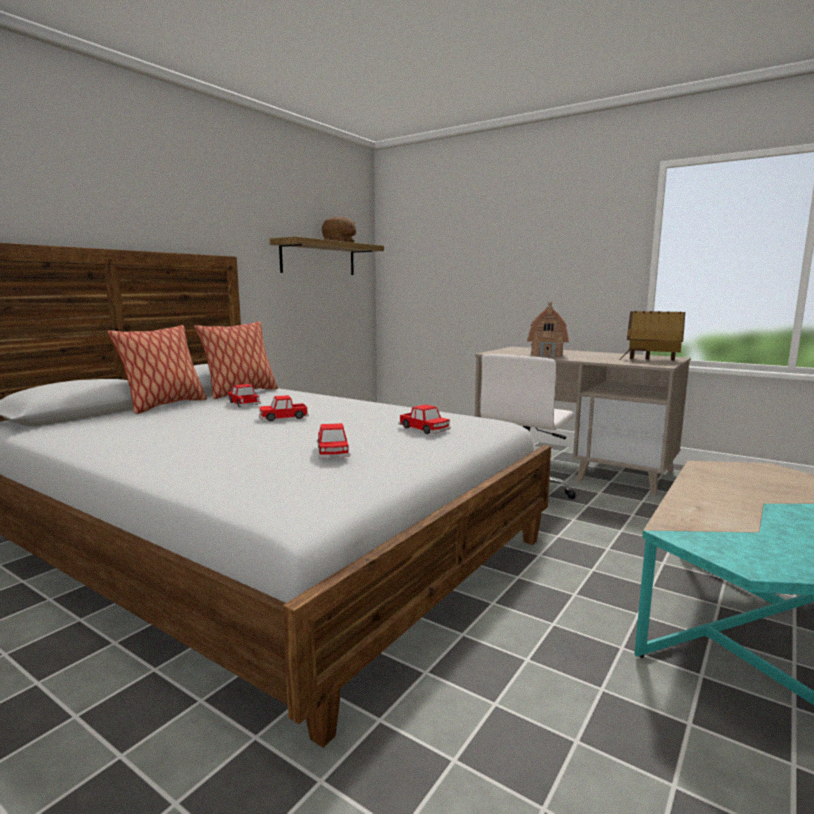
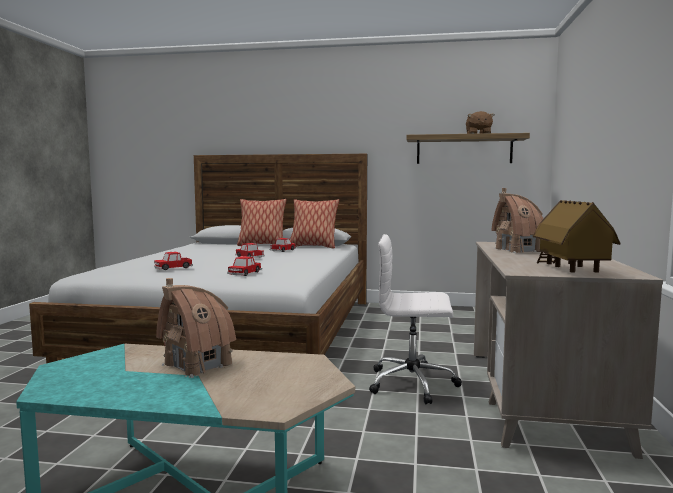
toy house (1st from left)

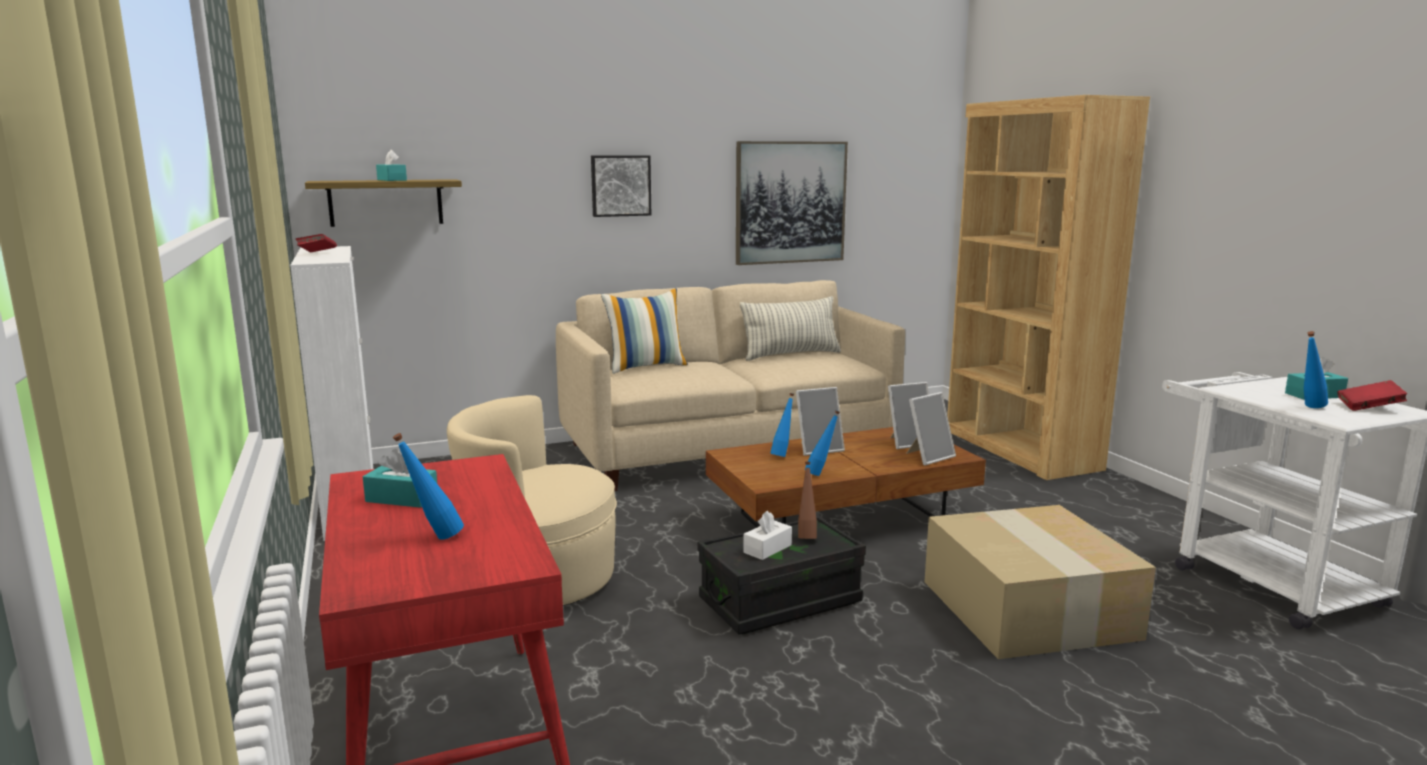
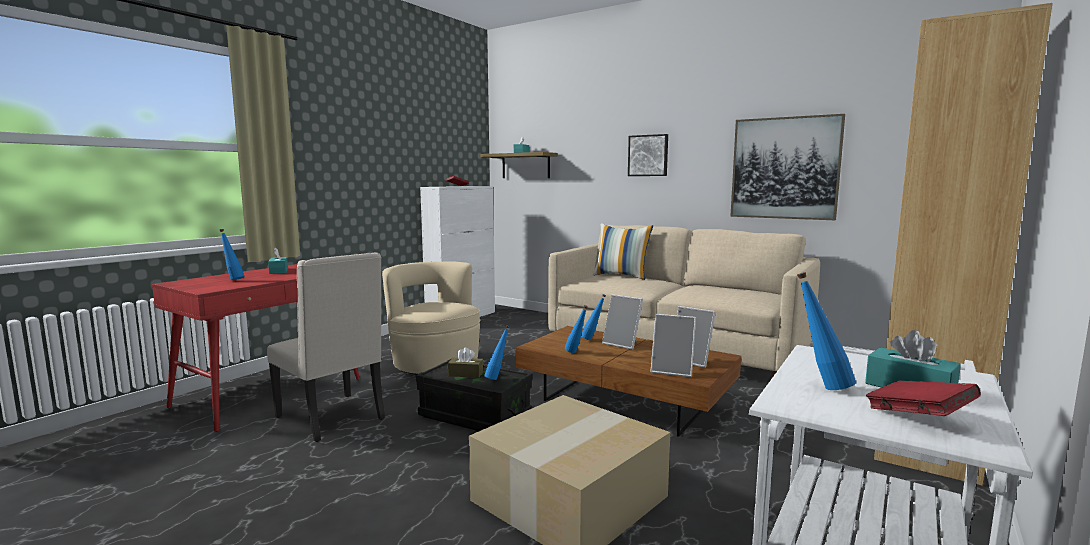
beige chair
brown tissue box
blue bottle (2nd from left)
pillow (2nd from left in the first image)

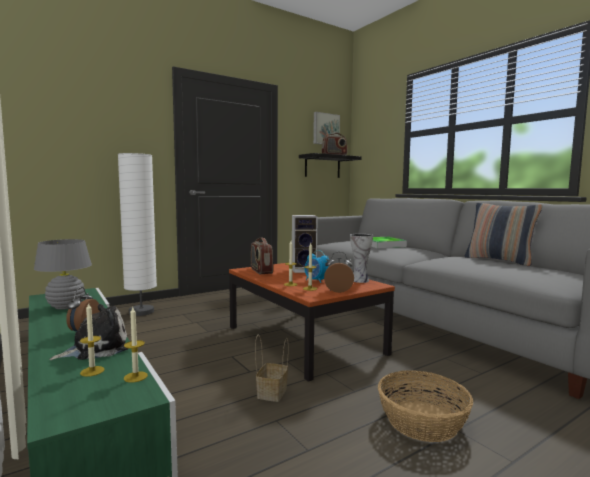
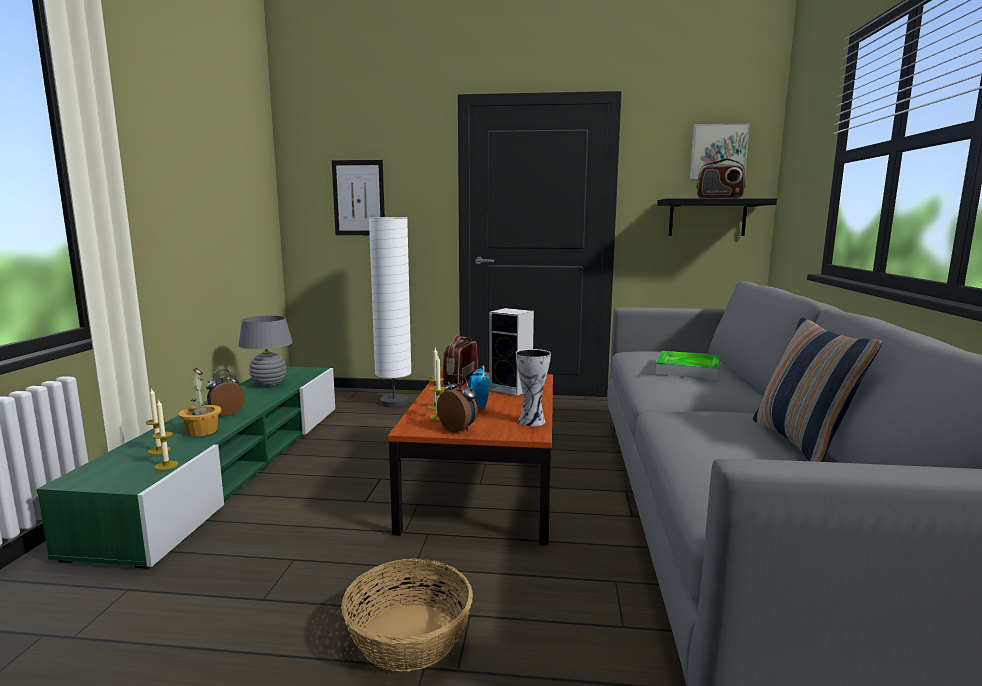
potted plant
picture (1st from left)
basket (1st from left in the first image)

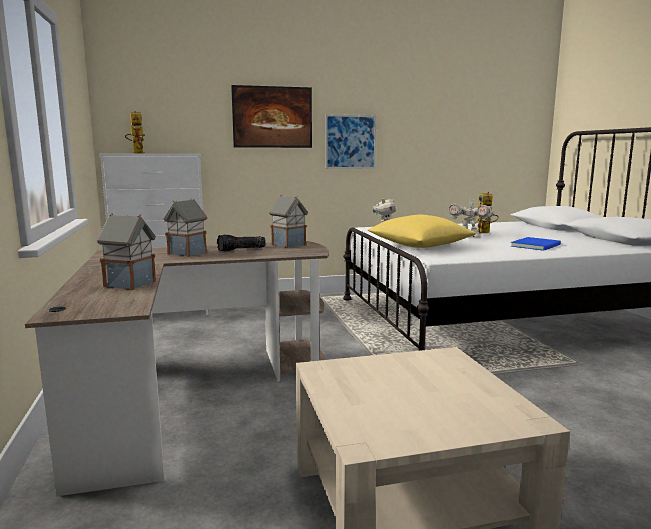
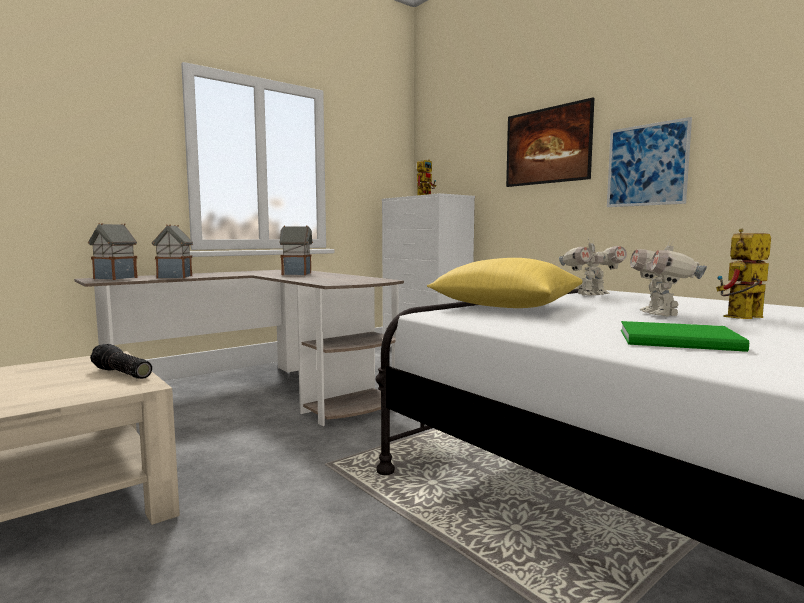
toy house (1st from left)
flashlight
green book

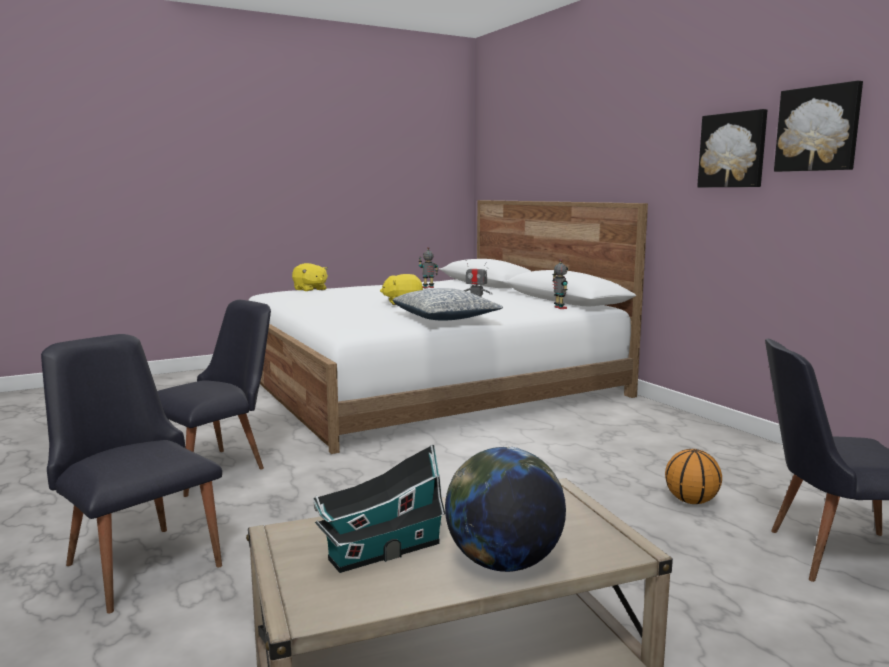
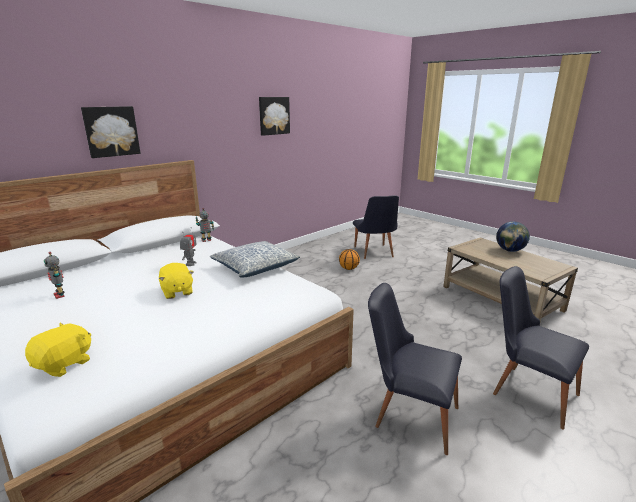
picture (1st from left)
black chair (3rd from left)
toy house

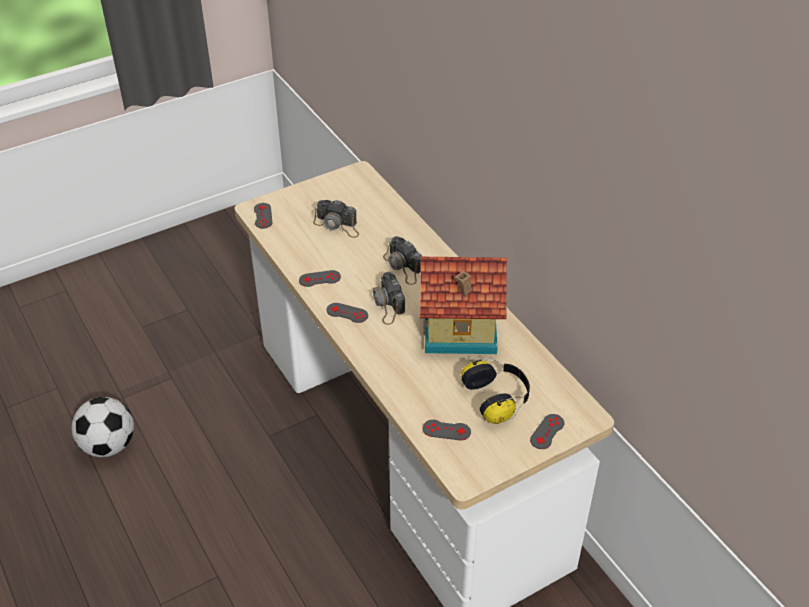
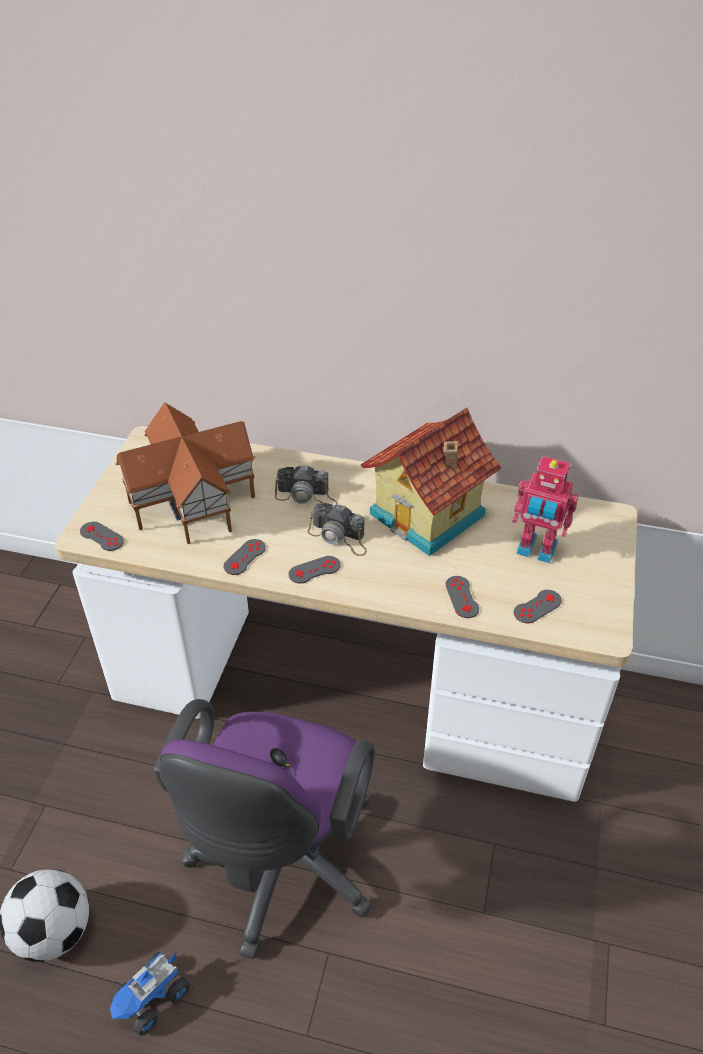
toy truck
toy house (1st from left)
purple office chair
grey game controller (4th from left)
toy robot

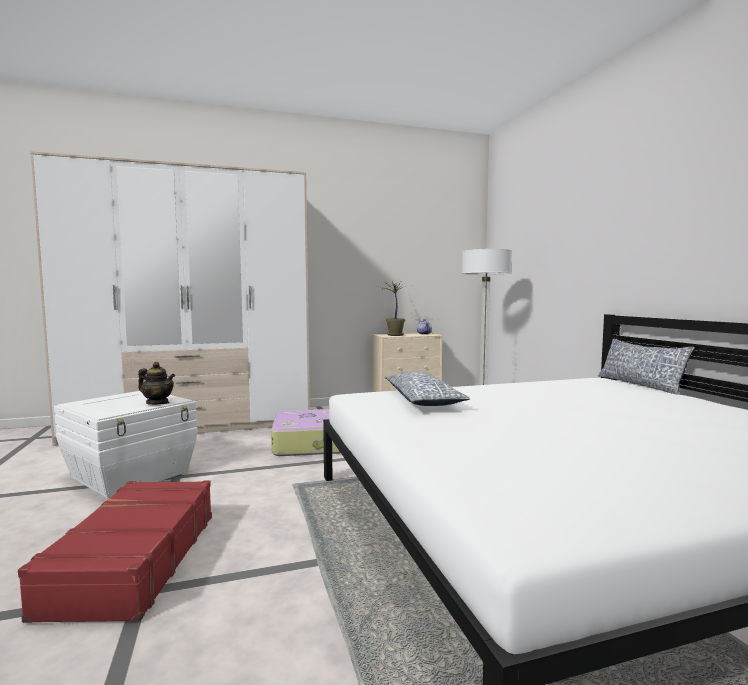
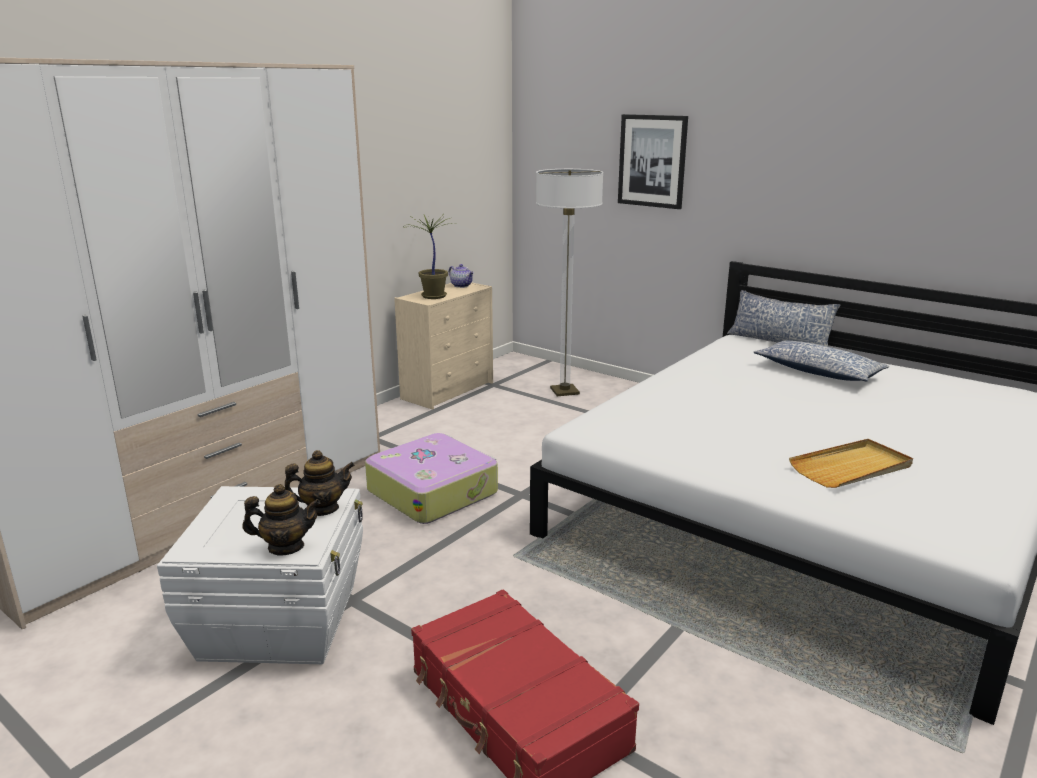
teapot (1st from left)
picture
pillow (2nd from left)
beige tray

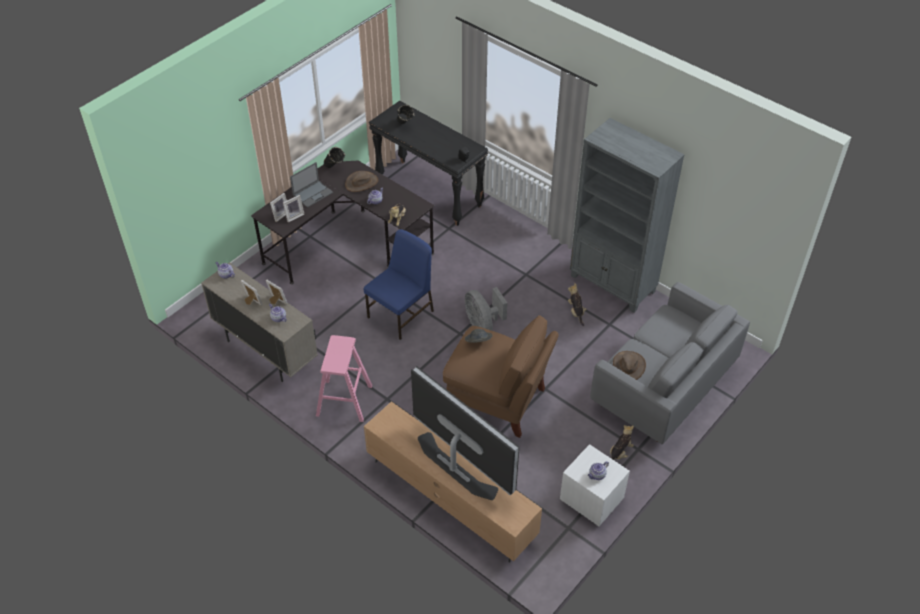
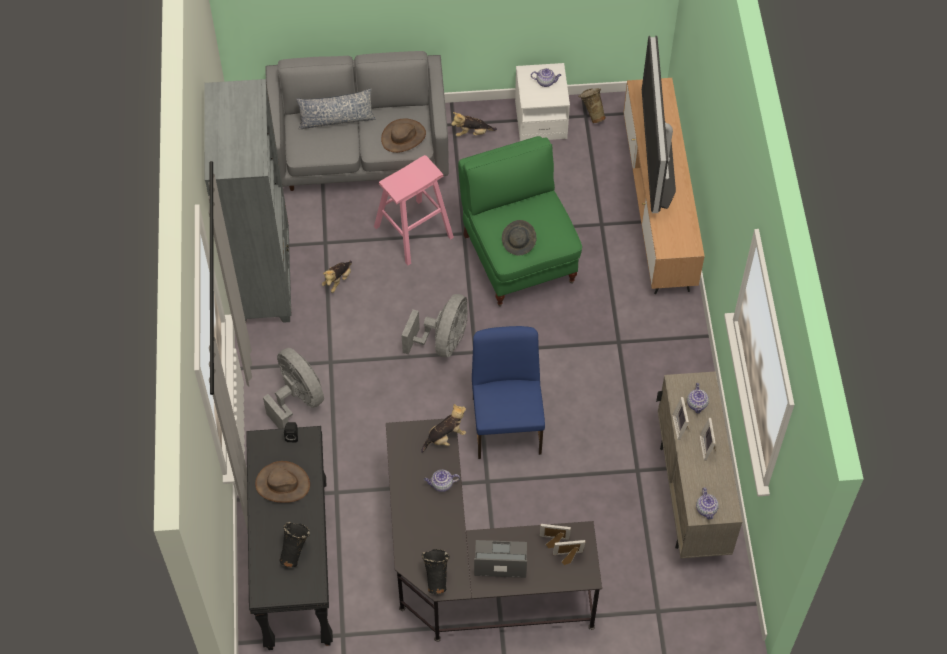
brown hat (1st from left)
grey fan (1st from left)
pillow
pink stool
green armchair
blue chair
beige vase

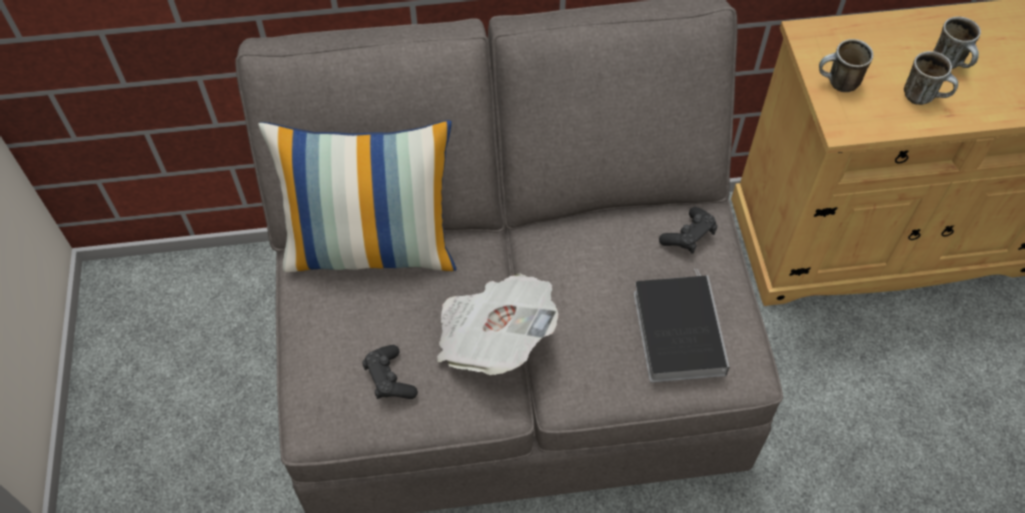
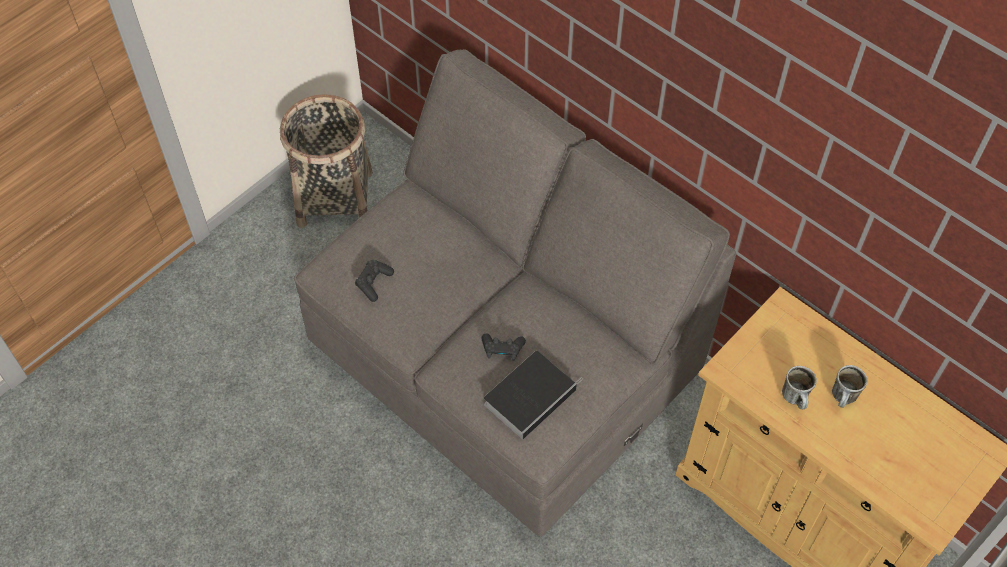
basket
black game controller (2nd from left)
pillow
newspaper
mug (1st from left in the first image)

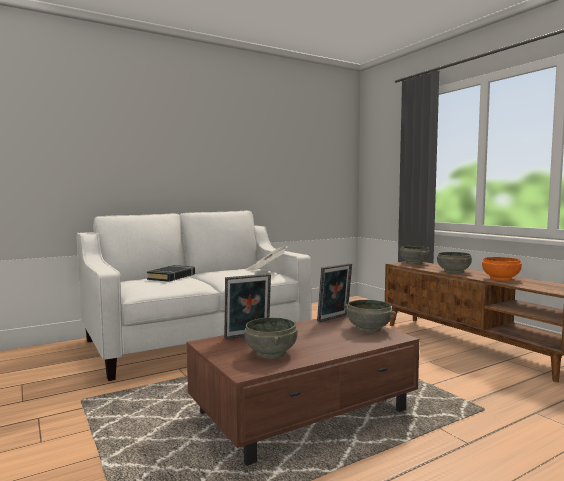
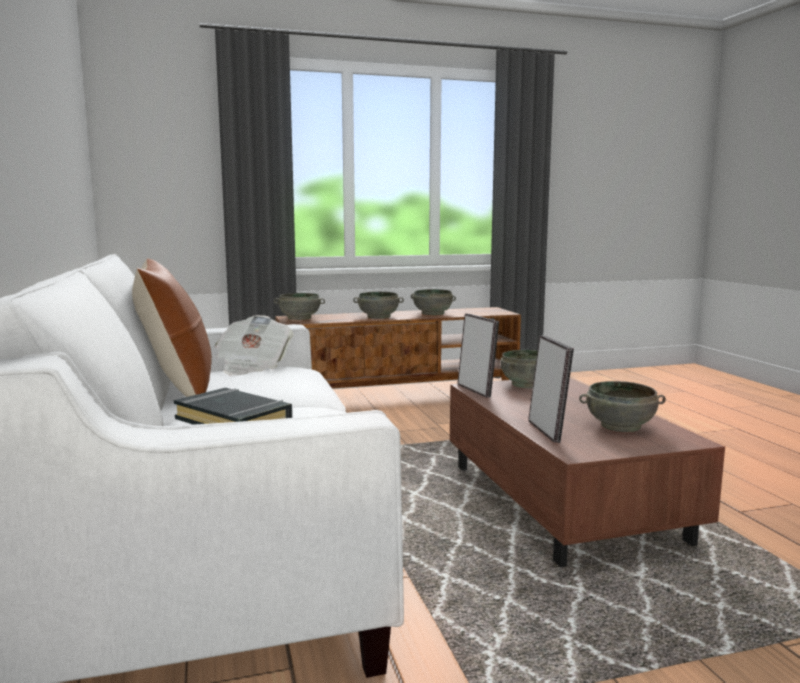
brown pillow
grey bowl (3rd from left)

